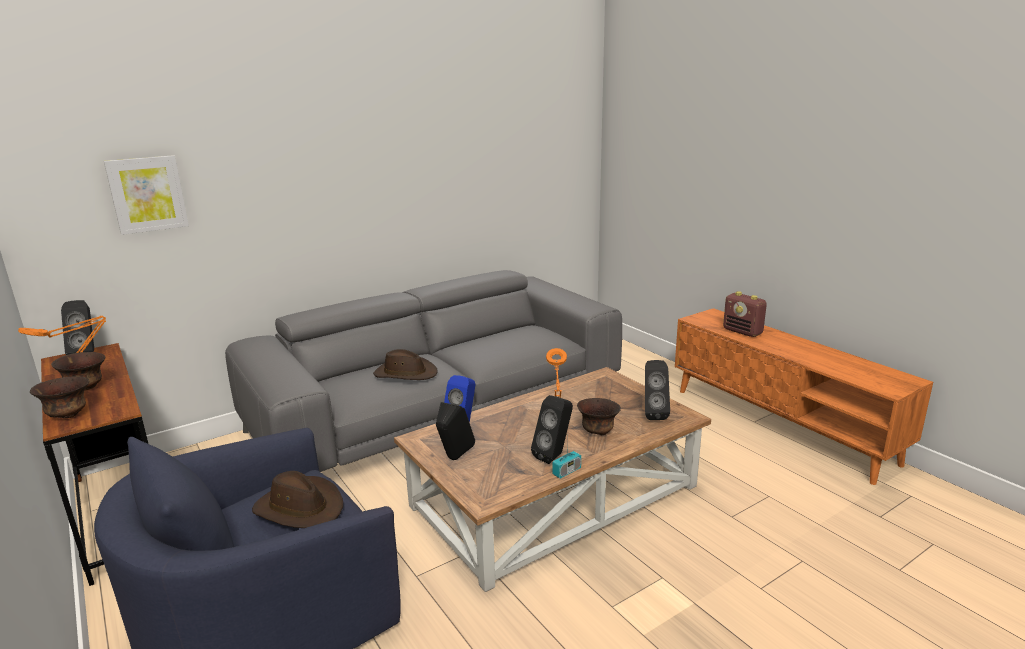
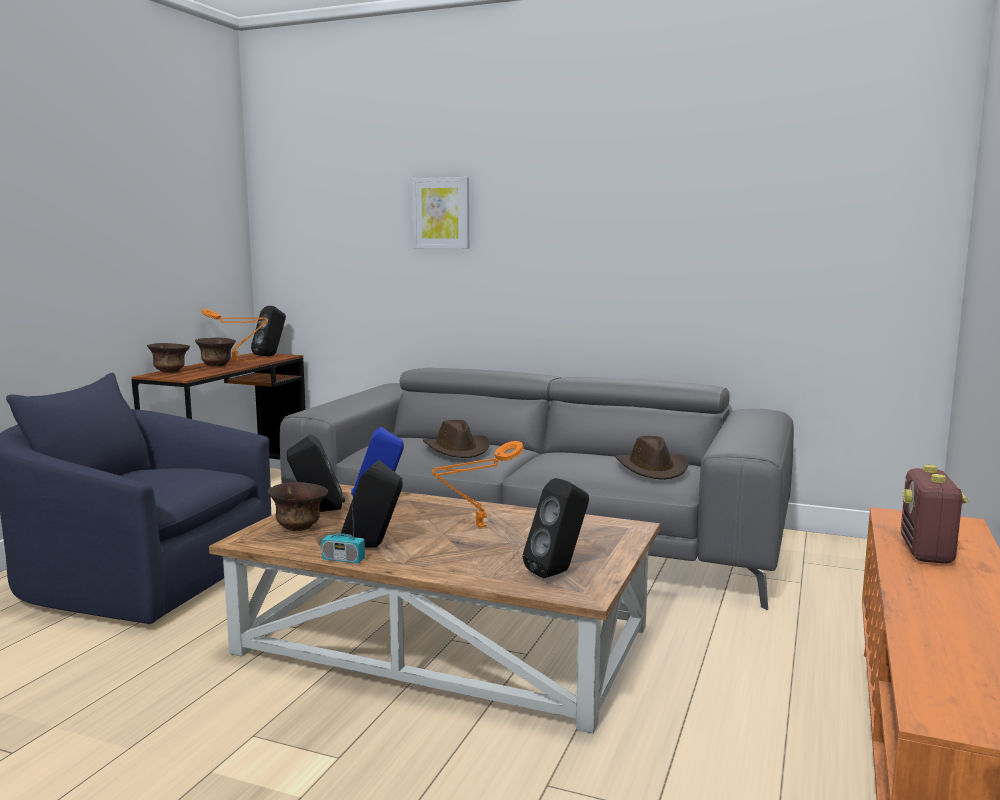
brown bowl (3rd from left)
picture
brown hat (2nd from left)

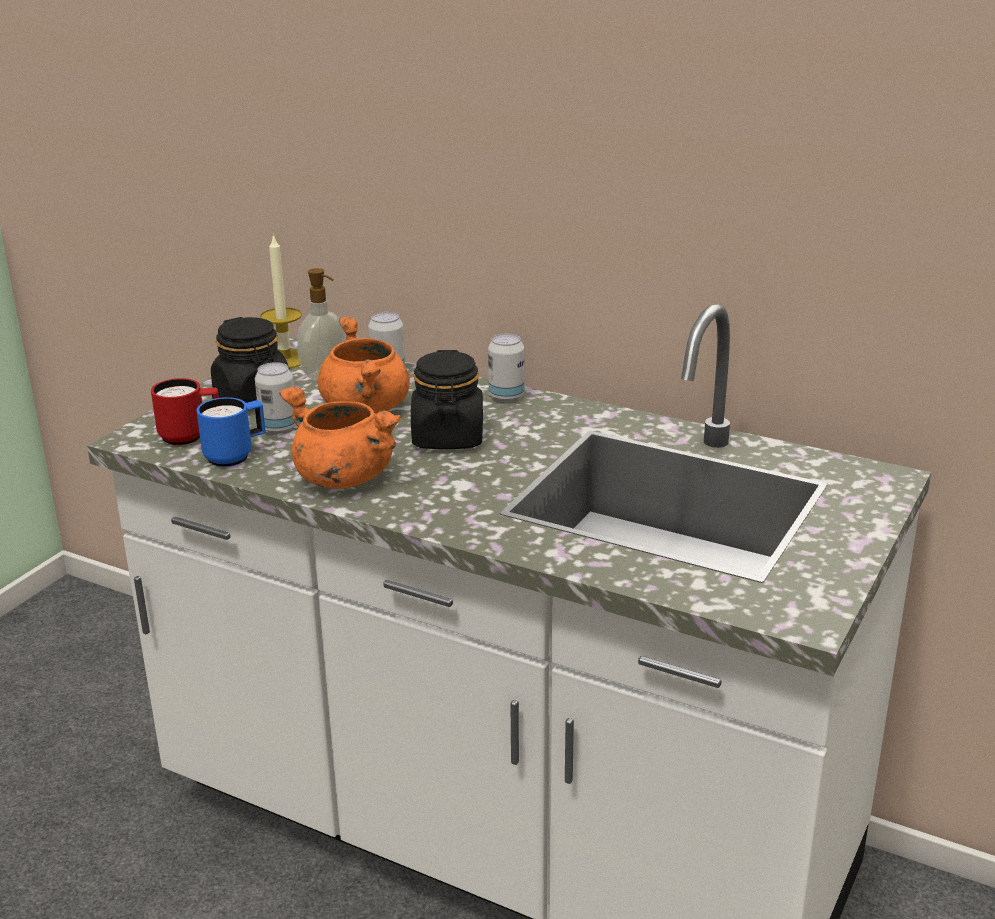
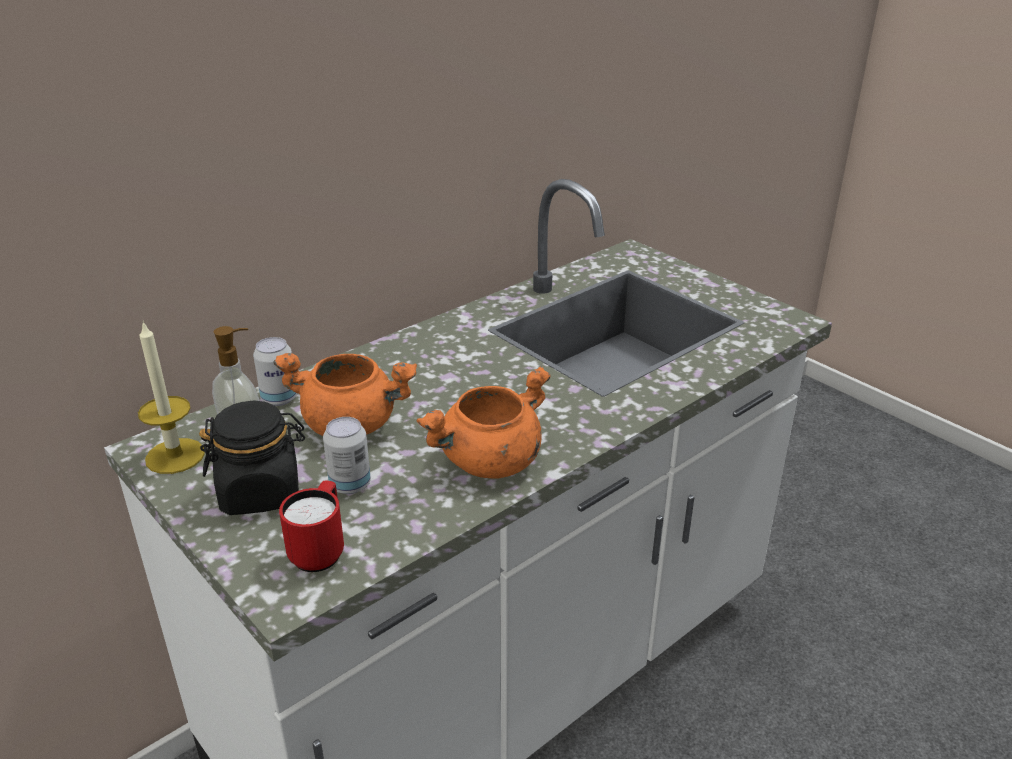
blue mug
black jar (2nd from left in the first image)
can (3rd from left in the first image)

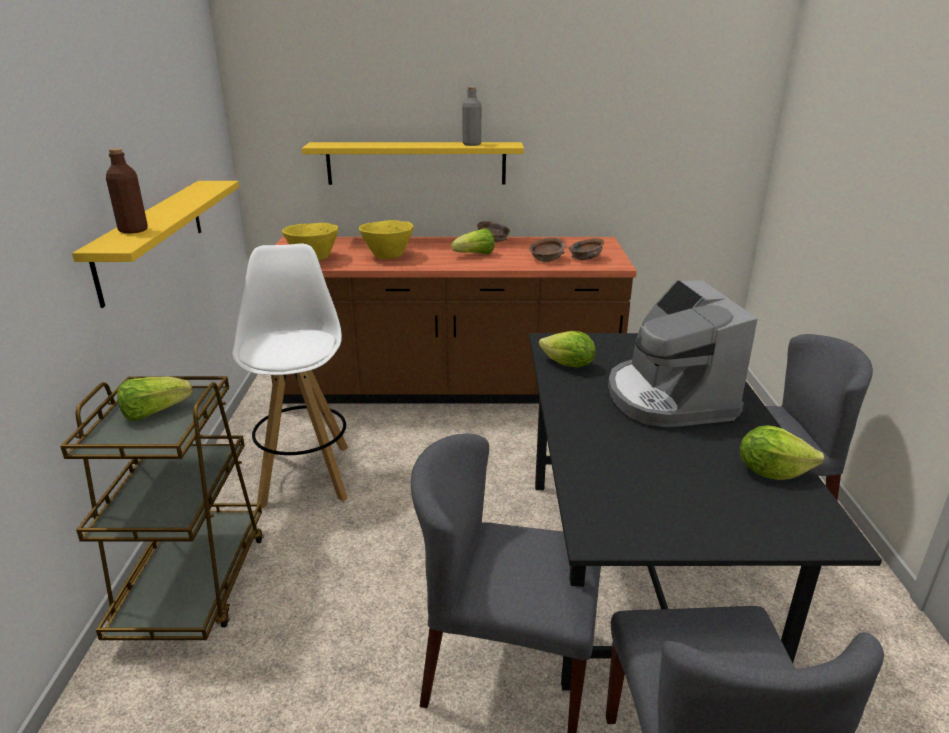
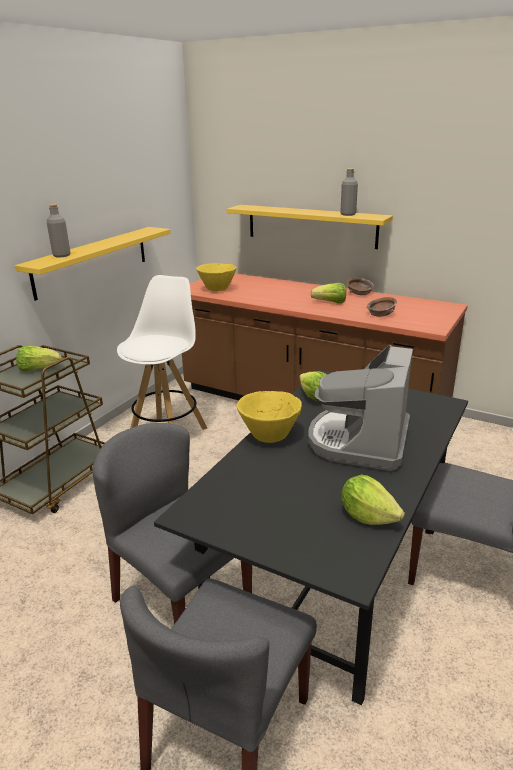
grey bottle (1st from left)
yellow bowl (2nd from left)
brown bowl (3rd from left in the first image)

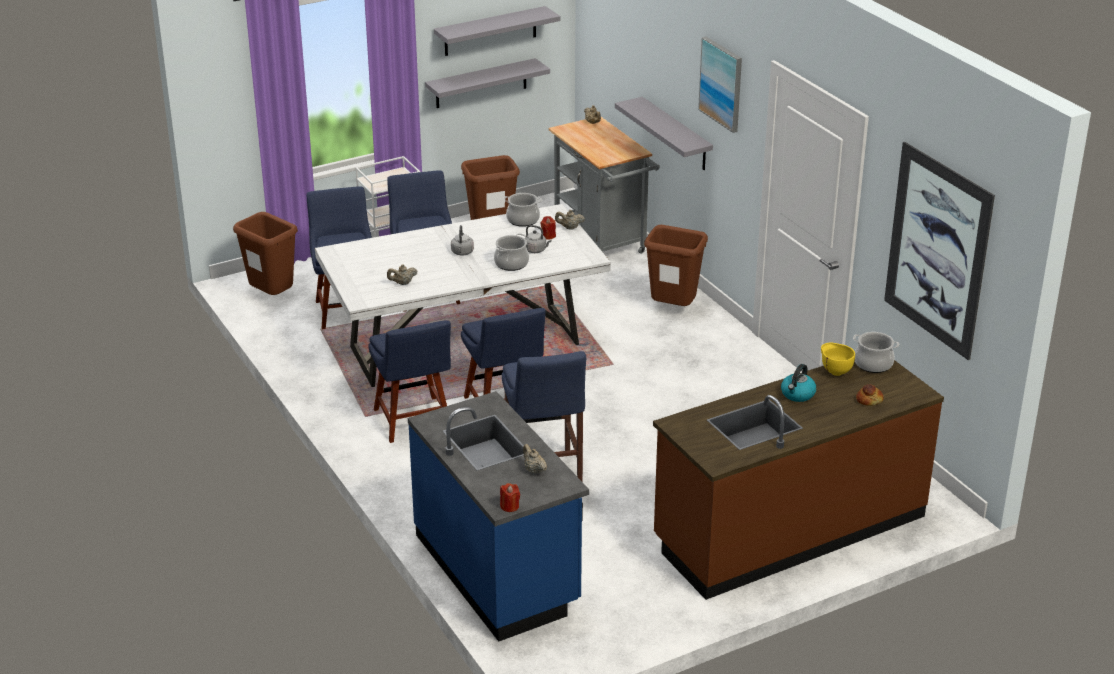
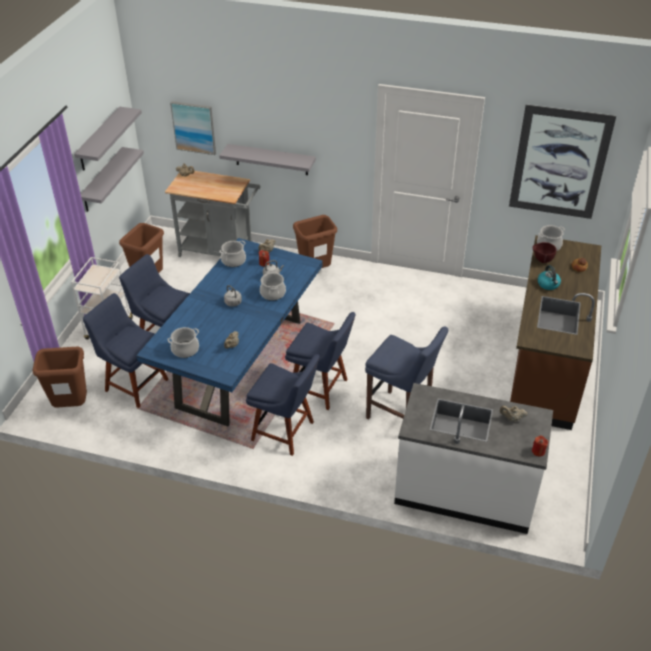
blue dining table
cooking pot (1st from left)
picture (1st from left)
white counter
brown bowl

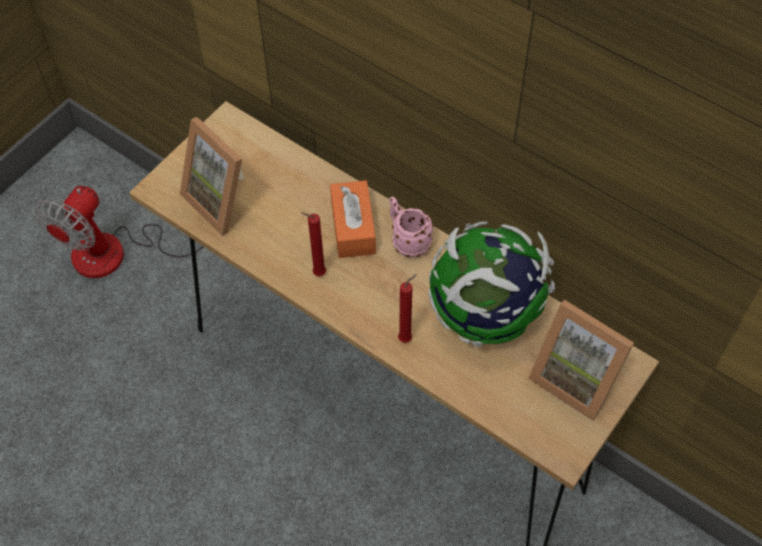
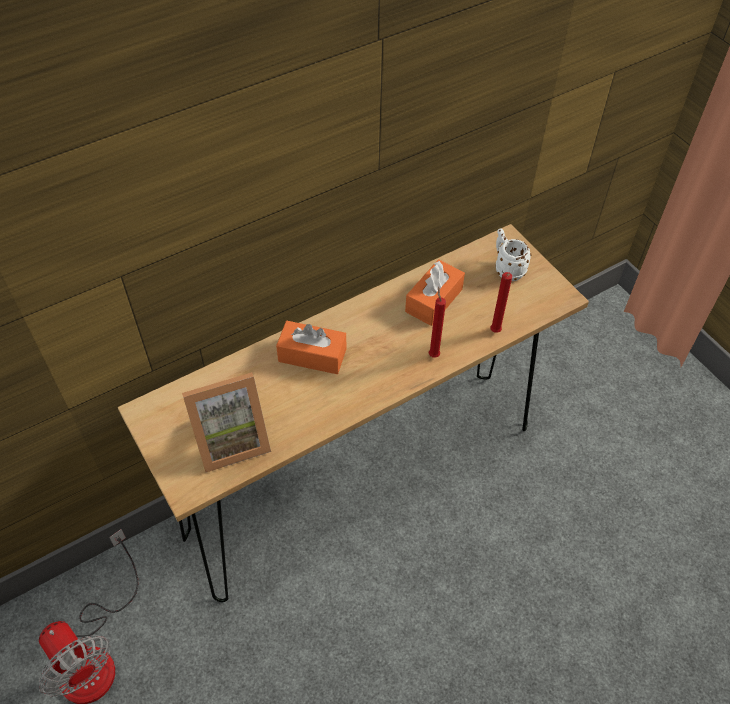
orange tissue box (2nd from left)
red candle (2nd from left)
white mug
pink mug

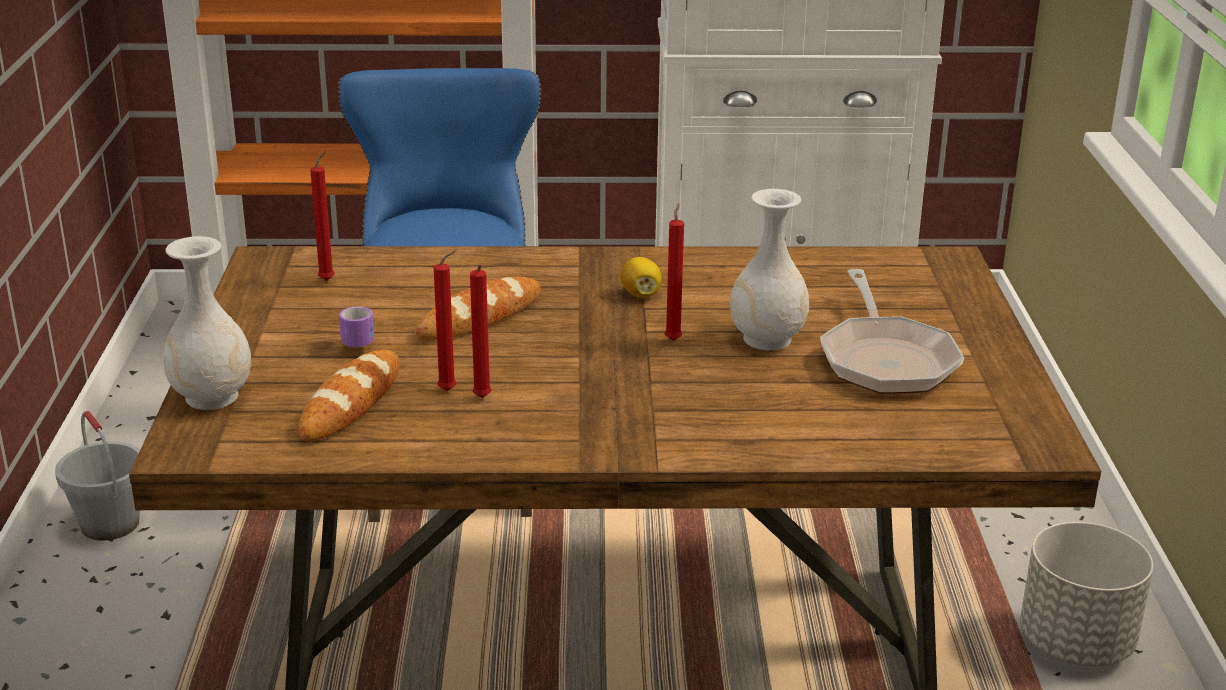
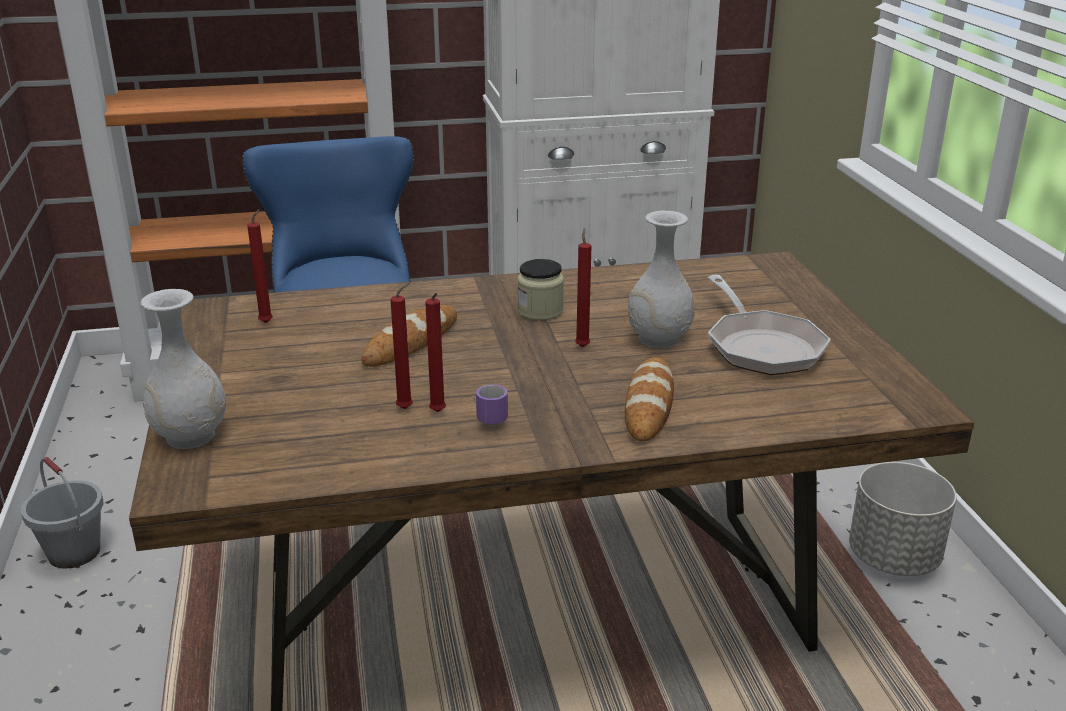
mug
jar
bread (2nd from left)

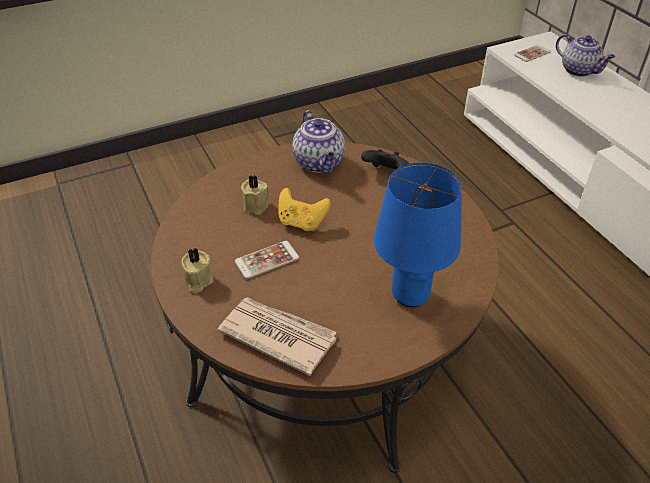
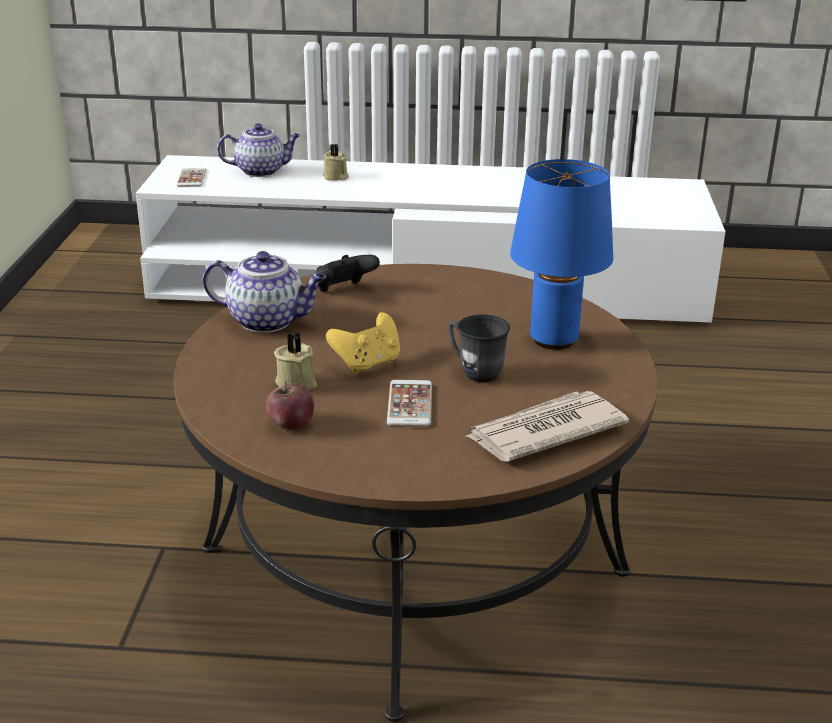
apple
beige candle (2nd from left)
grey mug

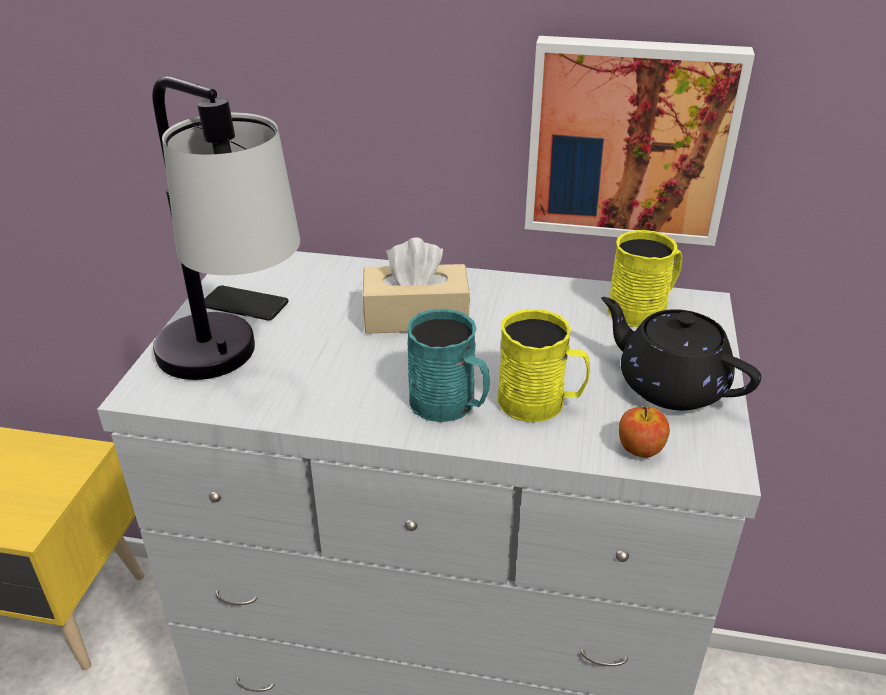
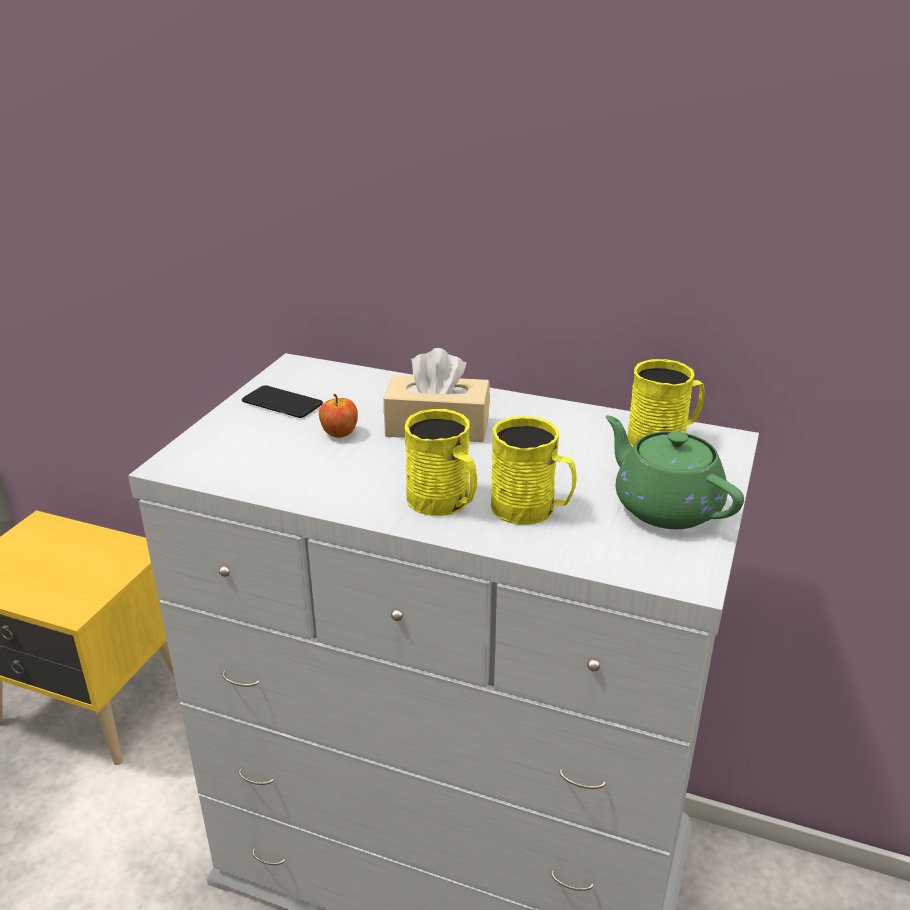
apple
yellow mug (1st from left)
green teapot
table lamp
picture

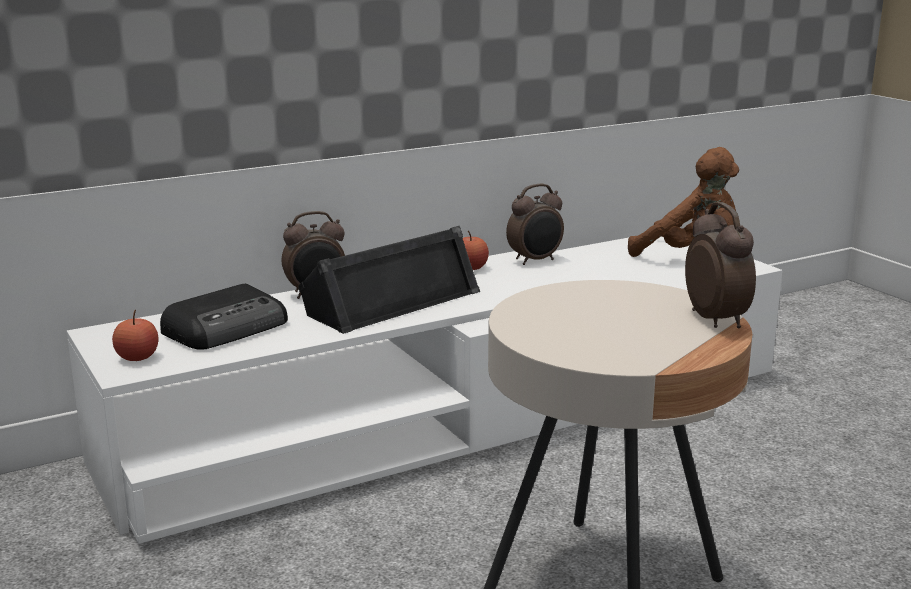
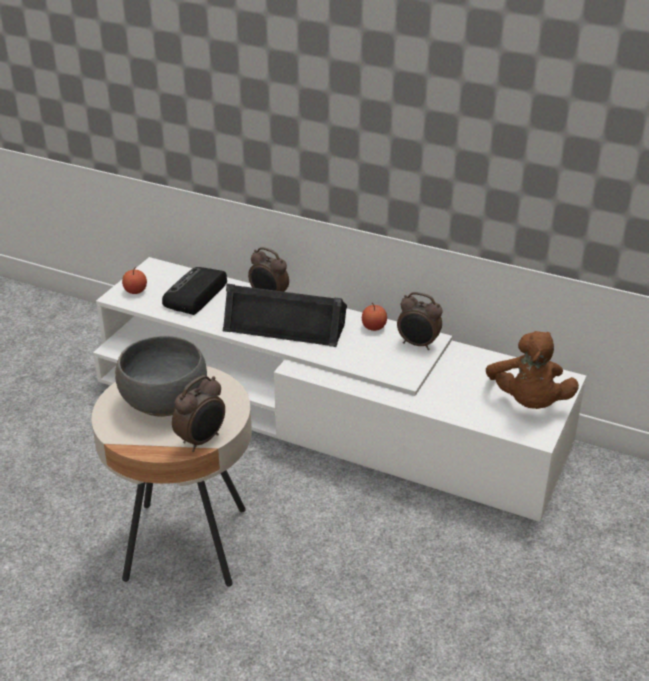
grey bowl
radio

